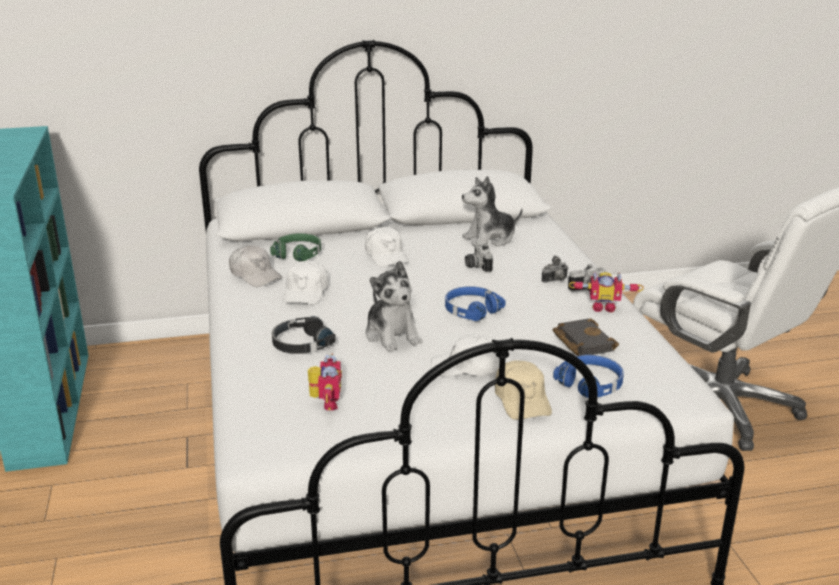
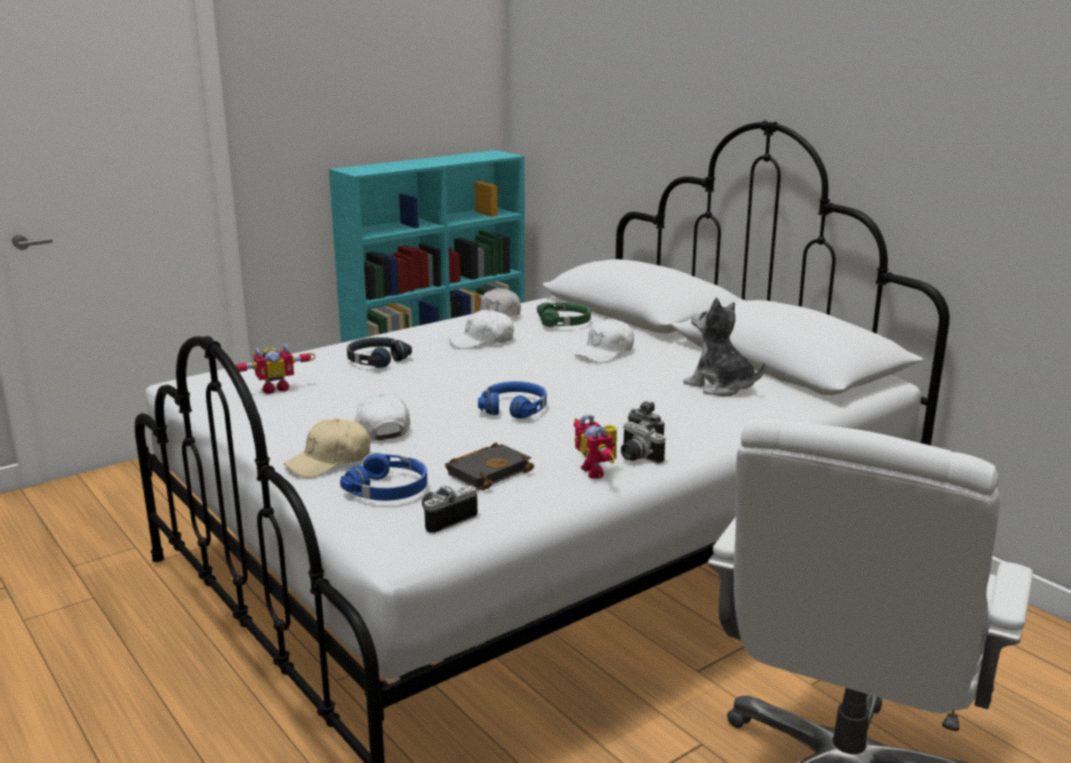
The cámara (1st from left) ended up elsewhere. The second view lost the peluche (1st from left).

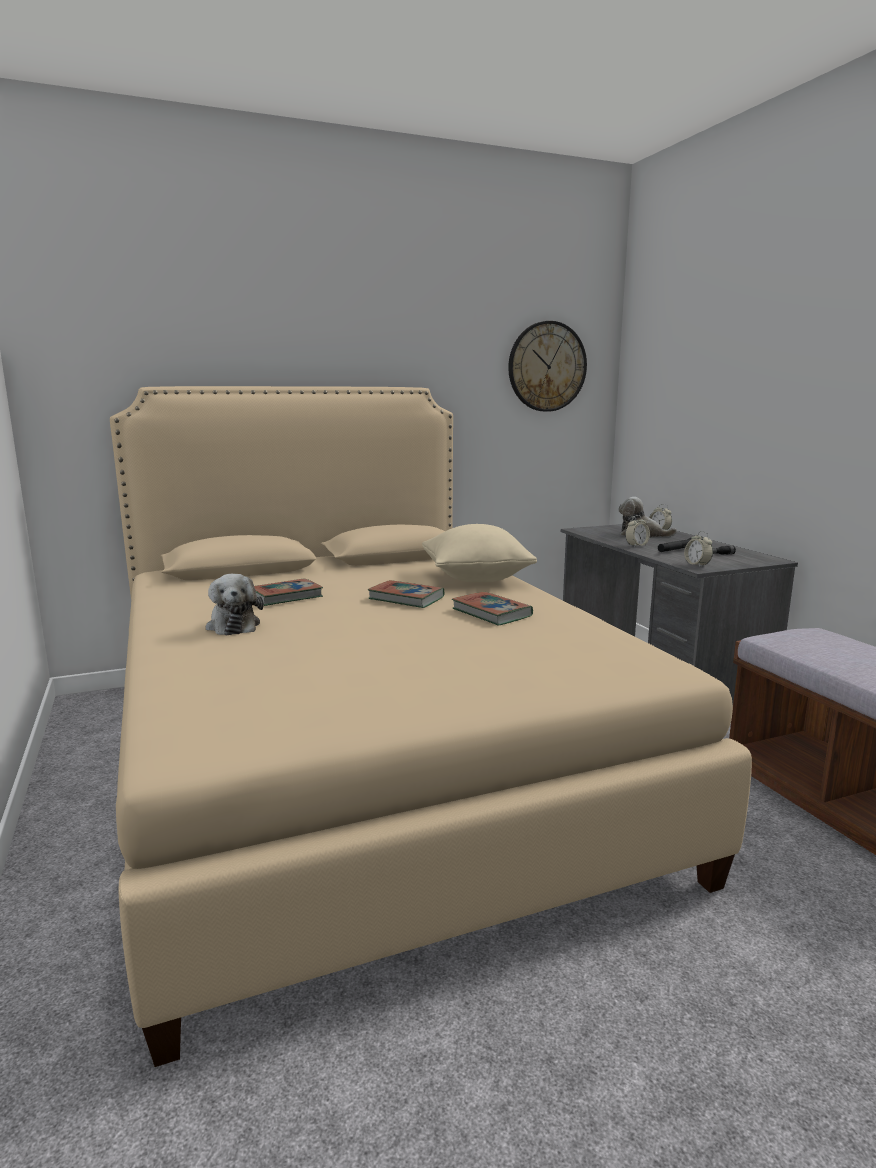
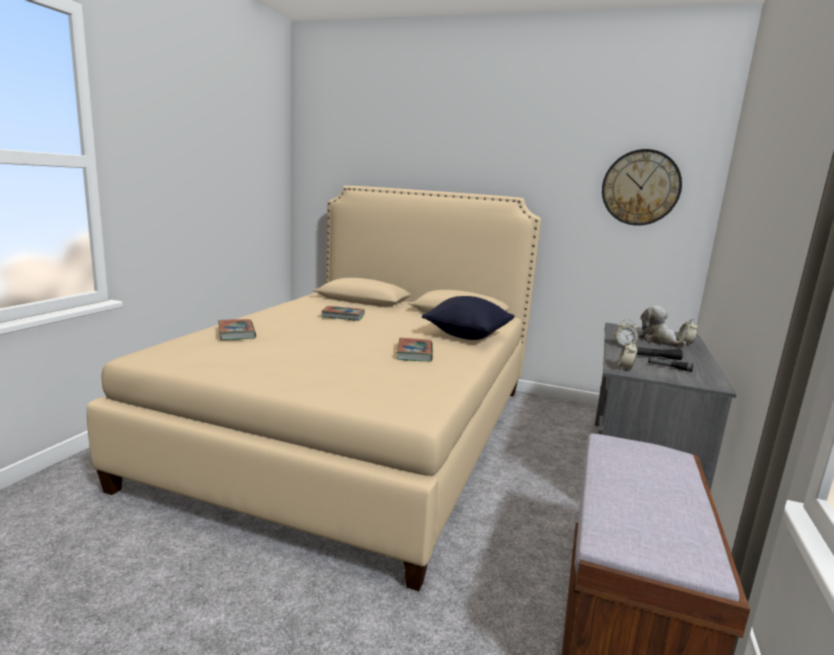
What was the cojín/beis turned into the cojín/negro. The second view lost the peluche (1st from left). The libro (2nd from left in the first image) ended up elsewhere.

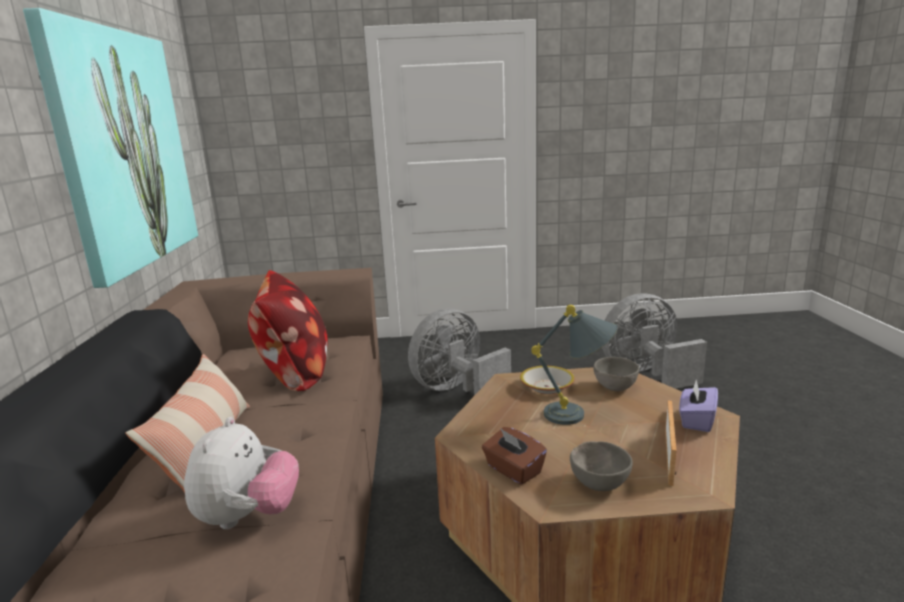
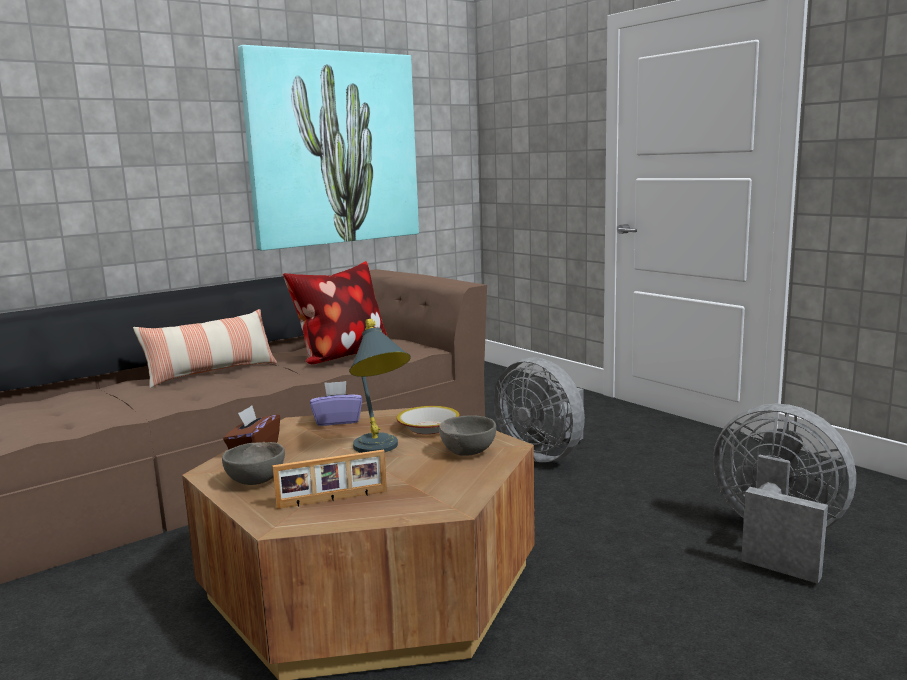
The ventilador/gris (1st from left) ended up facing another way, 150 degrees counterclockwise from before. The caja de pañuelos/morado ended up elsewhere. The second view lost the peluche.

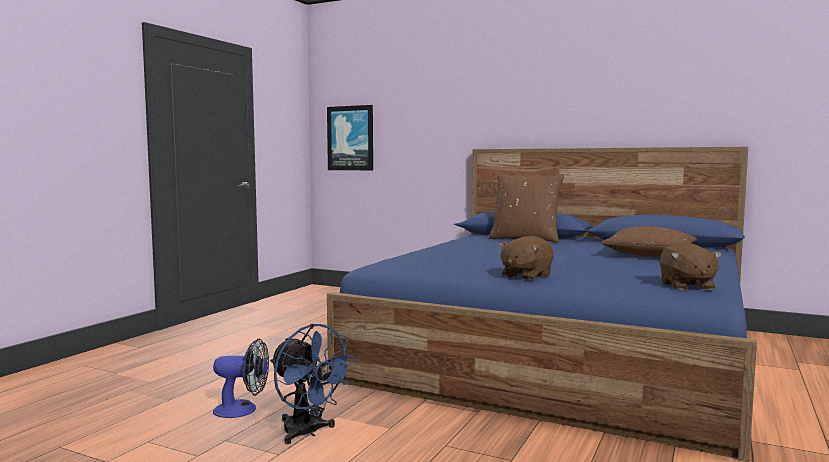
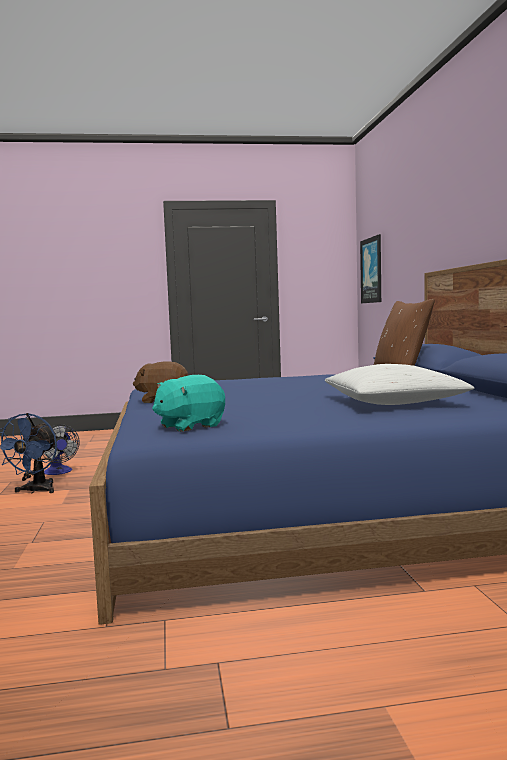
What was the cojín/marrón (2nd from left) turned into the cojín/blanco. What was the peluche/marrón (2nd from left) turned into the peluche/turquesa.

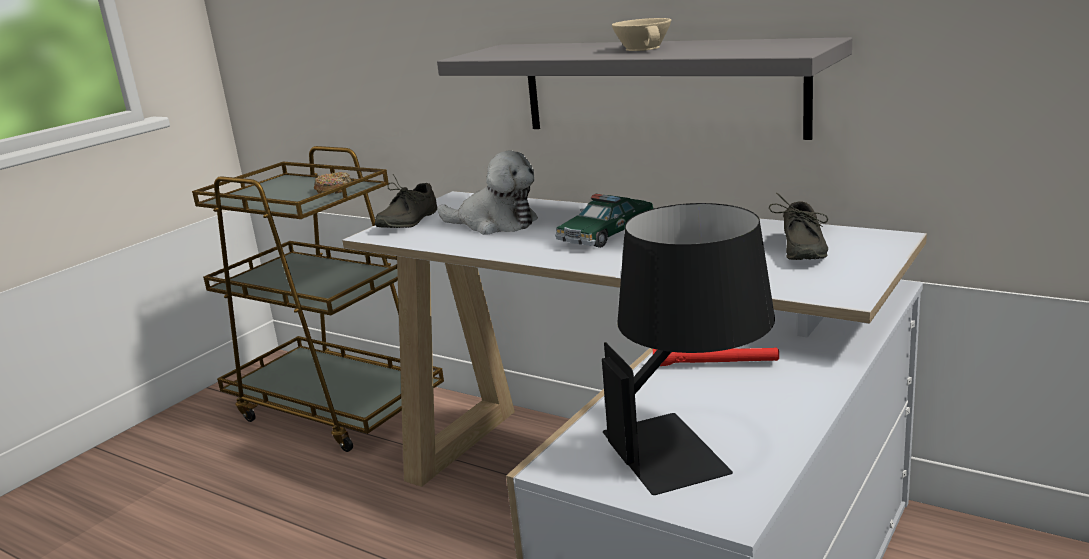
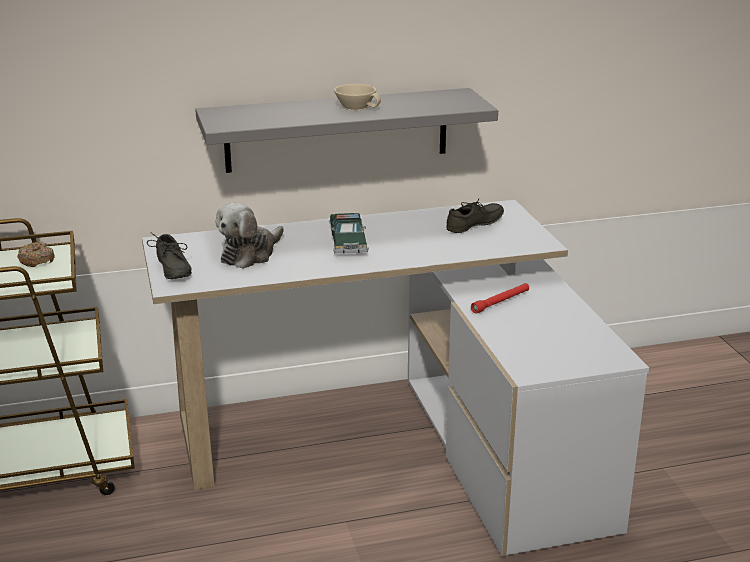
The peluche ended up facing another way, 150 degrees clockwise from before. The zapato/gris (2nd from left) ended up facing another way, 90 degrees counterclockwise from before. The second view lost the lámpara de mesa/negro.

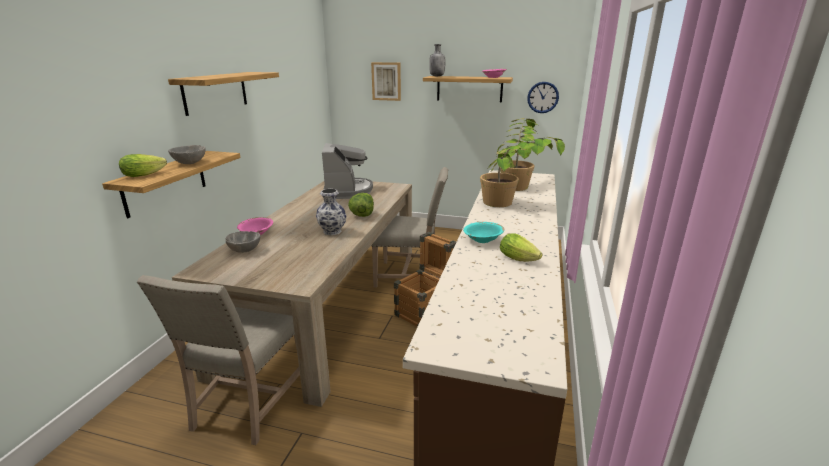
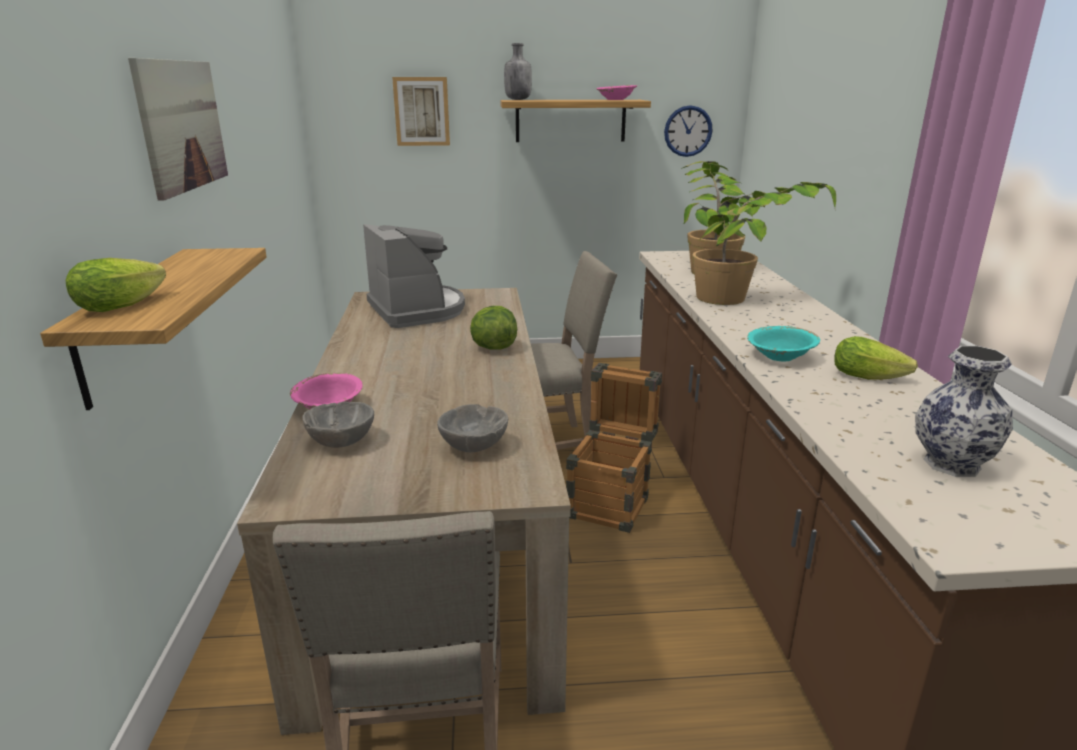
Where the estante (2nd from left) hung, the cuadro (1st from left) came to hang. The cuenco/gris (1st from left in the first image) ended up elsewhere. The florero ended up elsewhere.

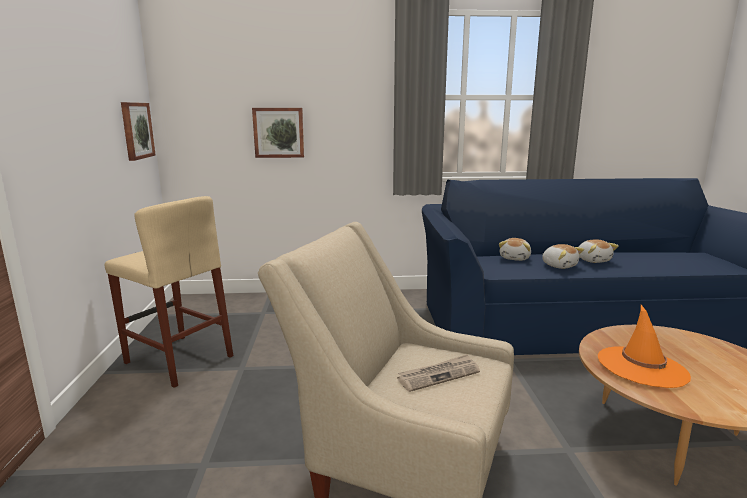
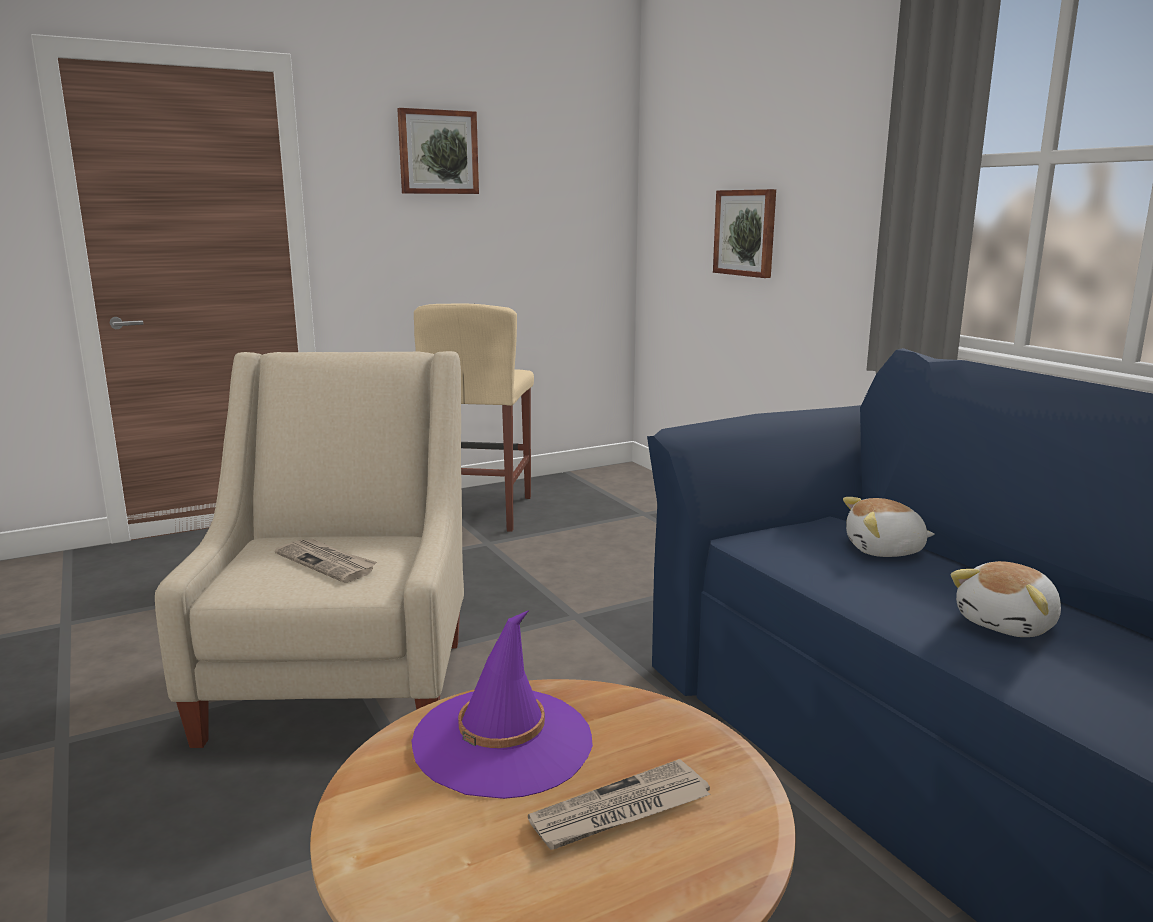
The cuadro (1st from left) ended up elsewhere. The second view lost the peluche (2nd from left). What was the sombrero/naranja turned into the sombrero/morado. The second view gained the periódico (2nd from left).

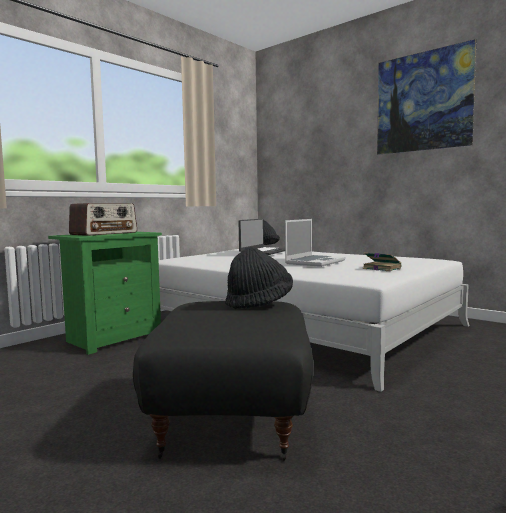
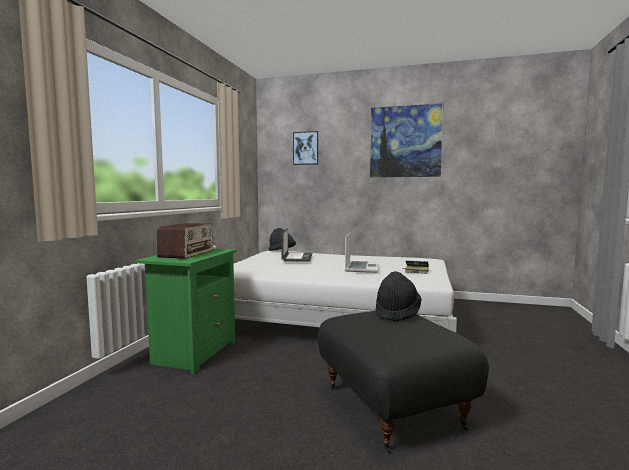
The second view gained the cuadro (1st from left).

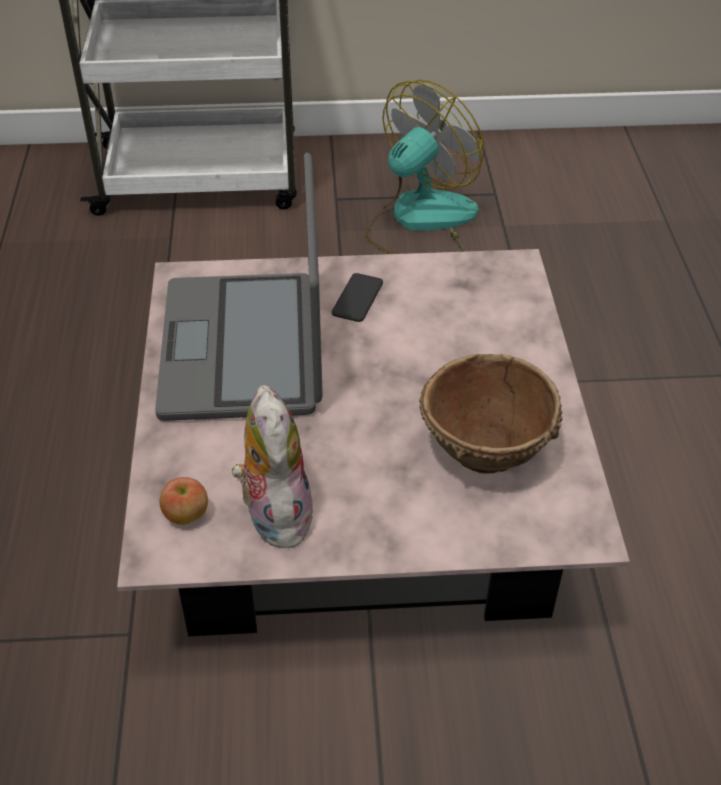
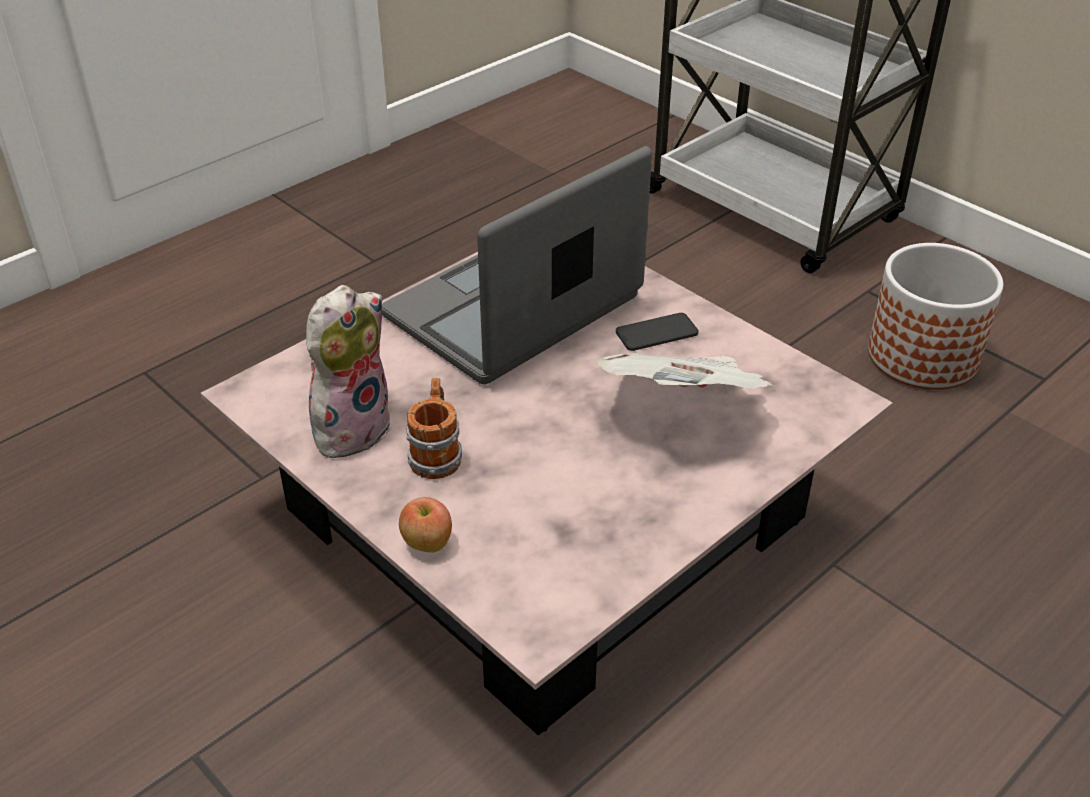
Where the ventilador stood, the maceta came to stand. The second view lost the cuenco/marrón. The manzana ended up elsewhere. The second view gained the periódico. The second view gained the taza grande.

